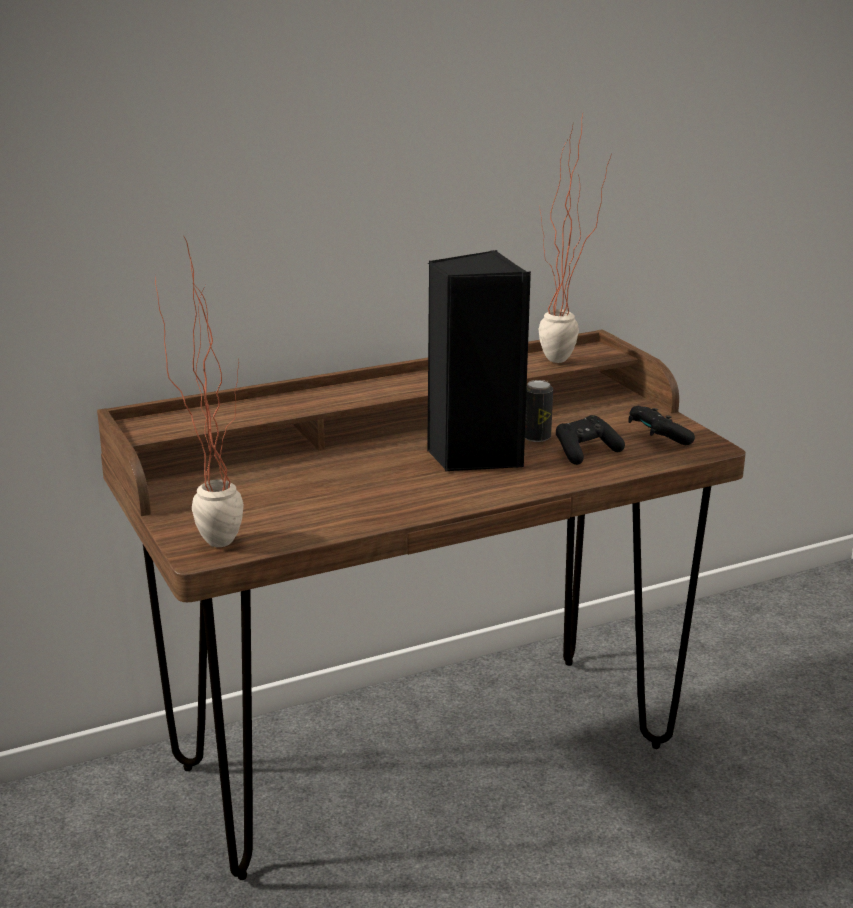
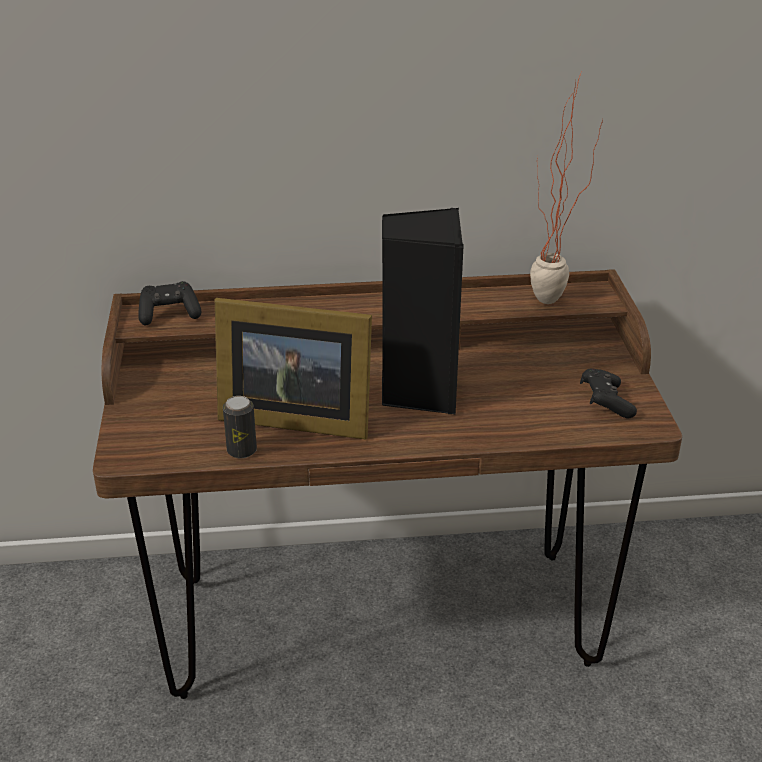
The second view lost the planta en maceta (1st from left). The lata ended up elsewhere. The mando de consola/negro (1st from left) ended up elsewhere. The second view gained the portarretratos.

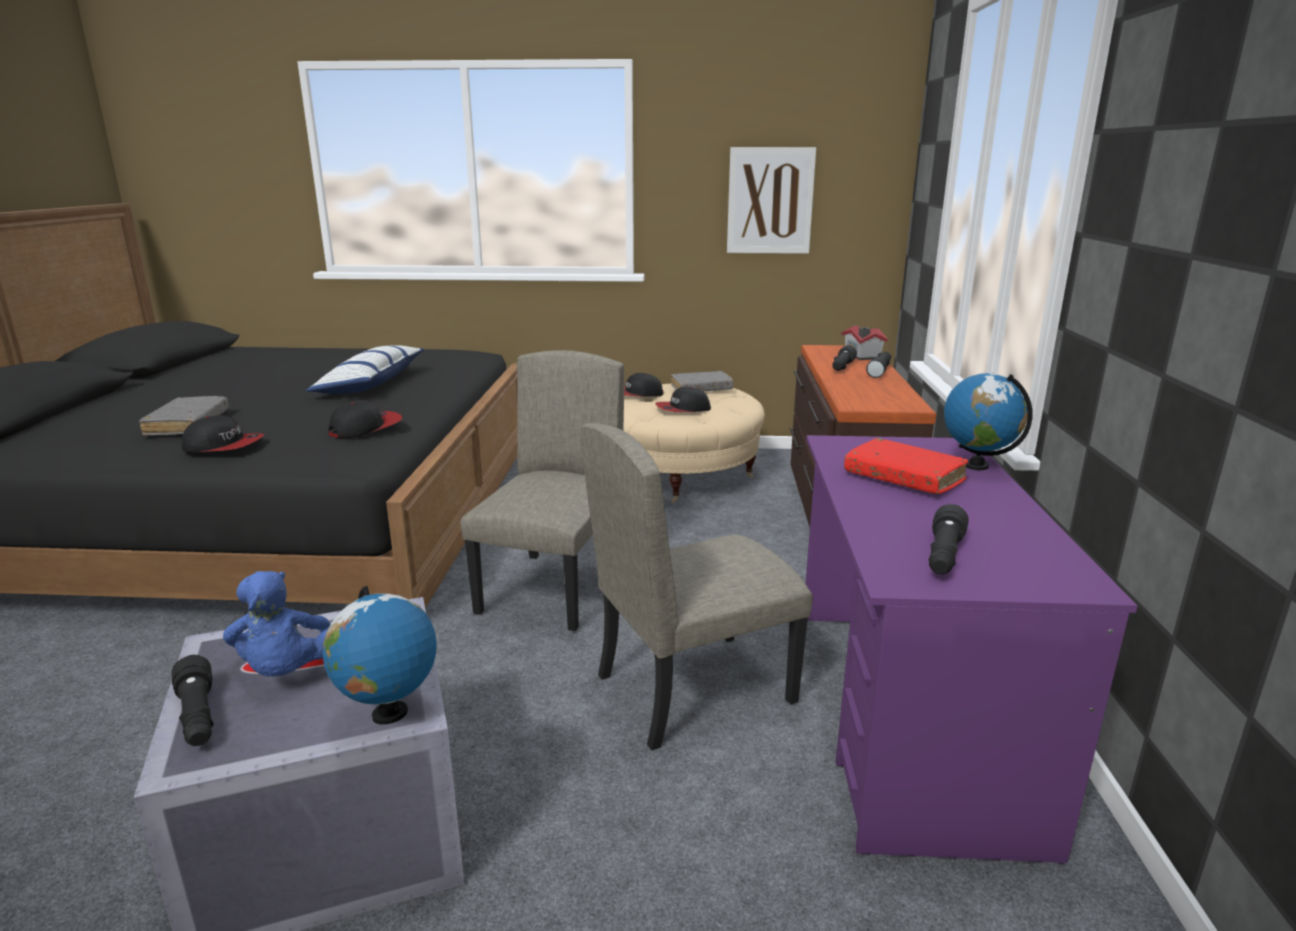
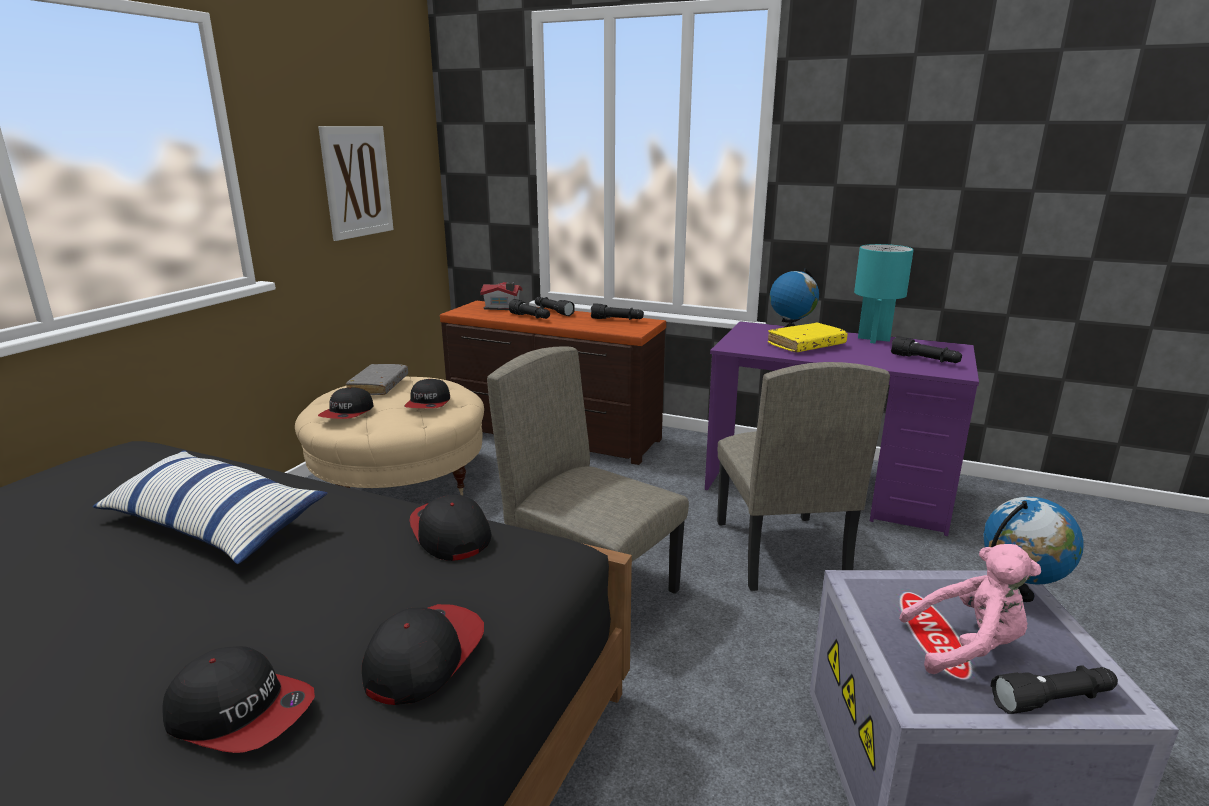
Where the libro/gris (1st from left) stood, the gorra (1st from left) came to stand. What was the libro/rojo turned into the libro/amarillo. What was the peluche/azul turned into the peluche/rosa. The second view gained the lámpara de mesa/turquesa. The second view gained the linterna/negro (3rd from left).

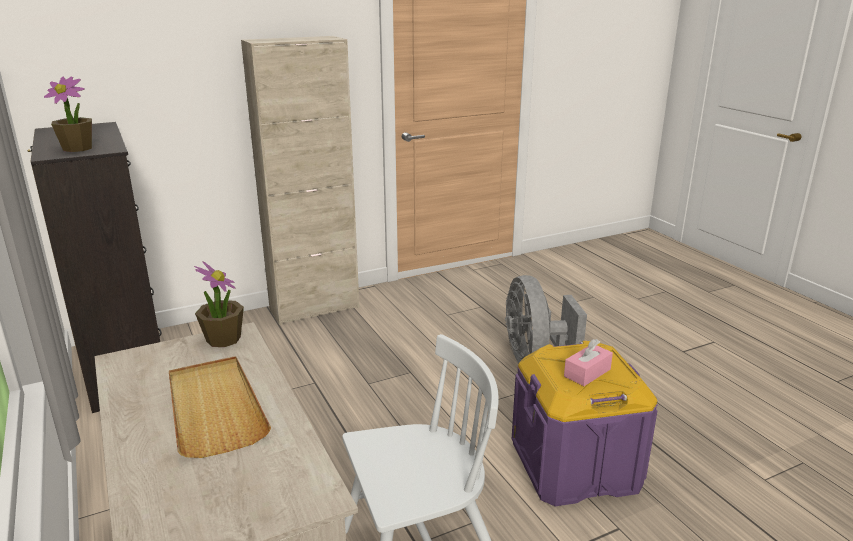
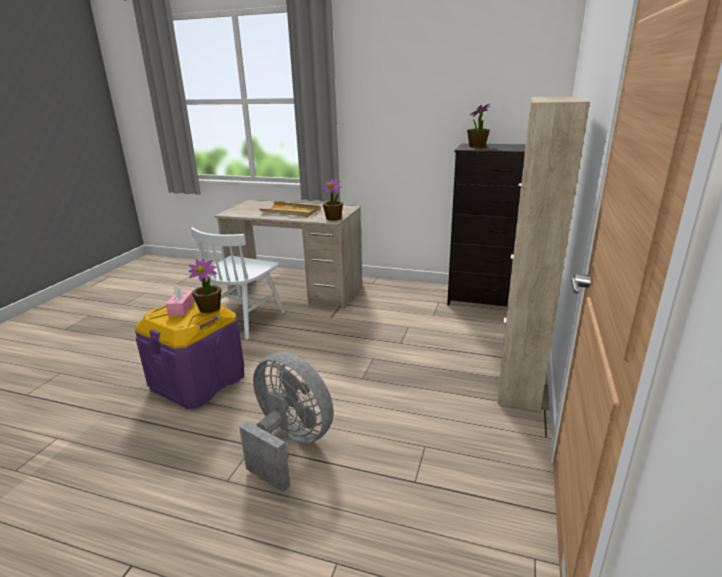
The second view gained the planta en maceta (1st from left).

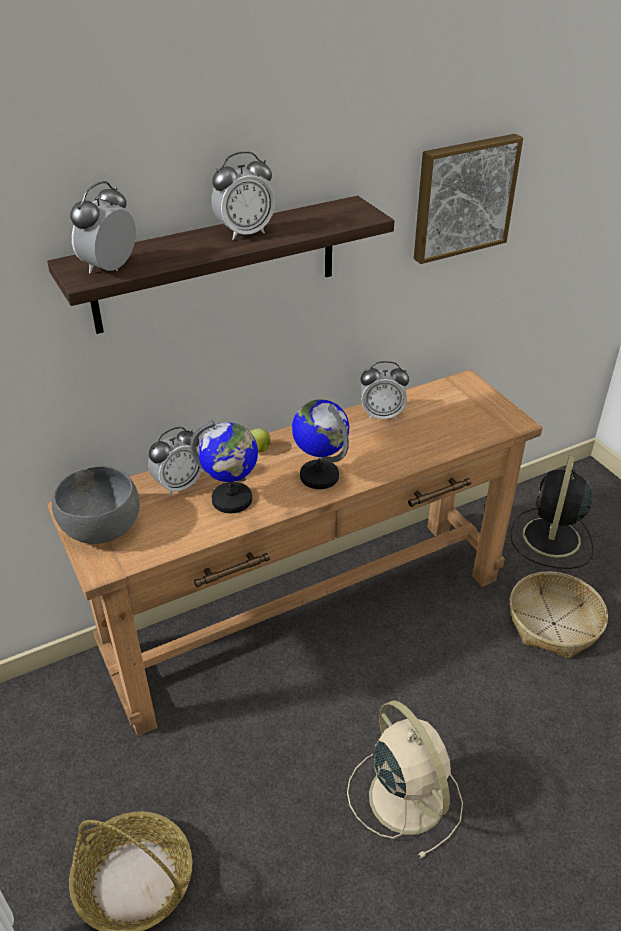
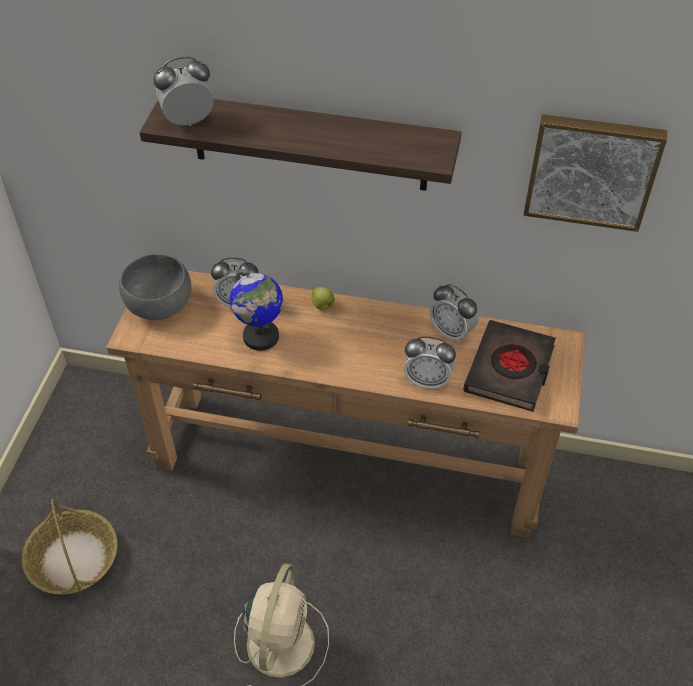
The despertador (3rd from left) ended up elsewhere. The second view lost the globo terráqueo (2nd from left). The second view lost the ventilador/negro. The second view lost the cesta (2nd from left). The second view gained the libro/negro.

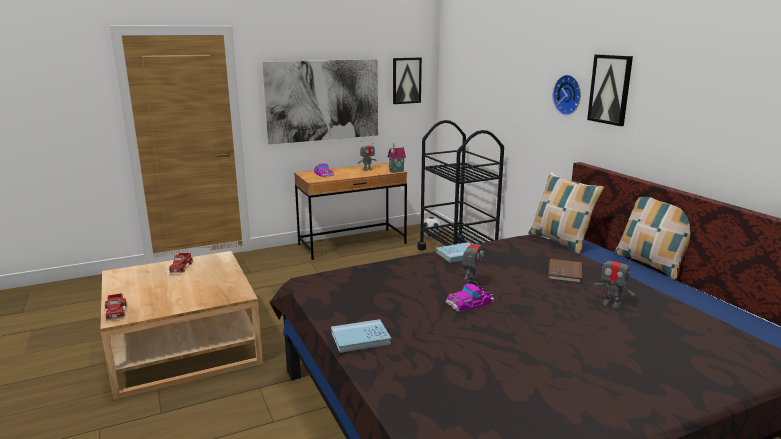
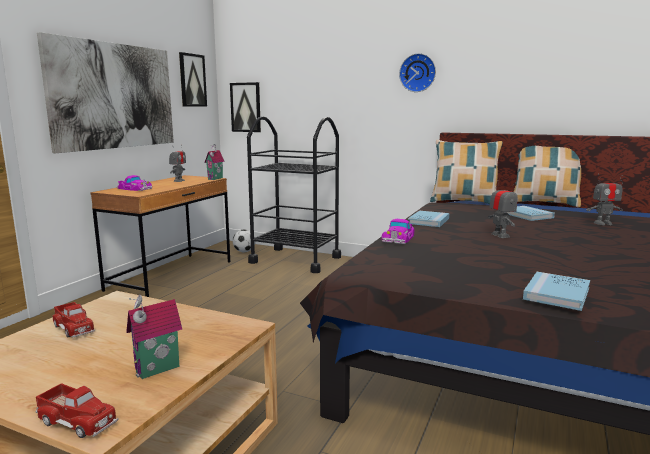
The cuadro (3rd from left) ended up elsewhere. What was the libro/marrón turned into the libro/azul (2nd from left). The coche de juguete (2nd from left) ended up elsewhere. The second view gained the casita (1st from left).

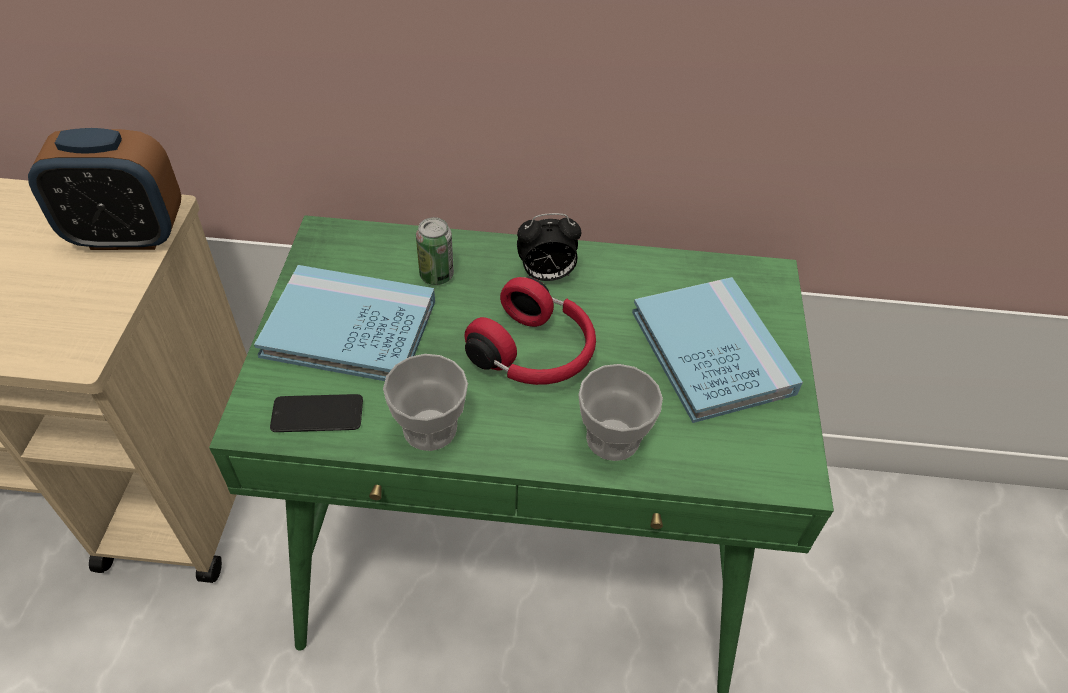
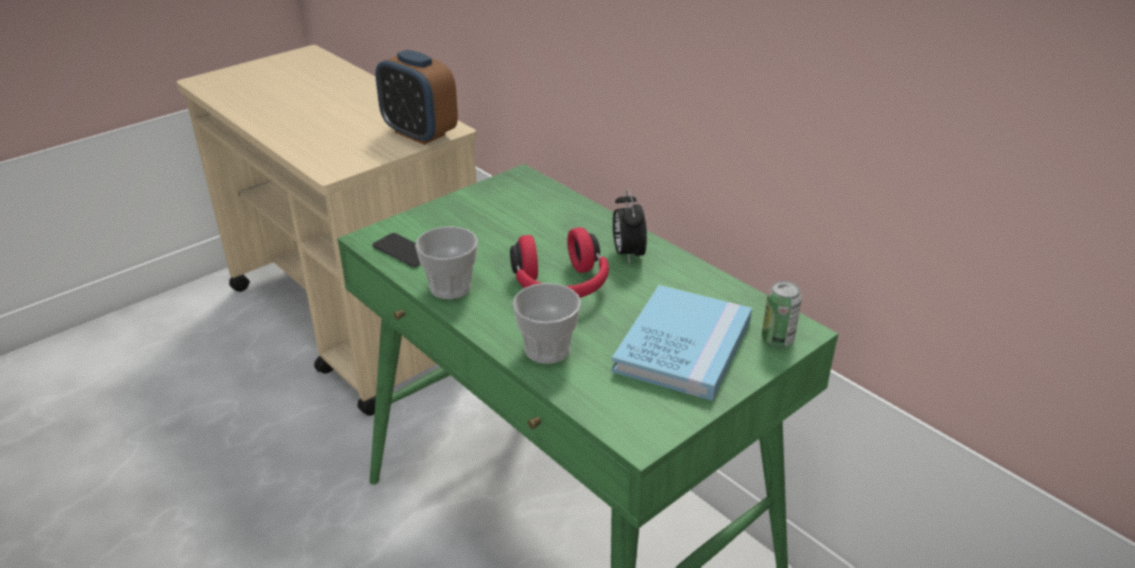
The despertador (2nd from left) ended up facing another way, 45 degrees clockwise from before. The lata ended up elsewhere. The second view lost the libro/azul (1st from left).

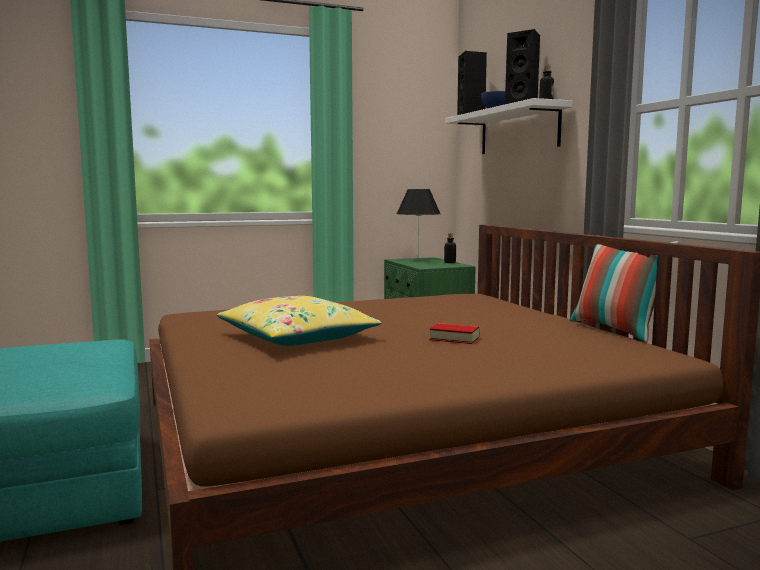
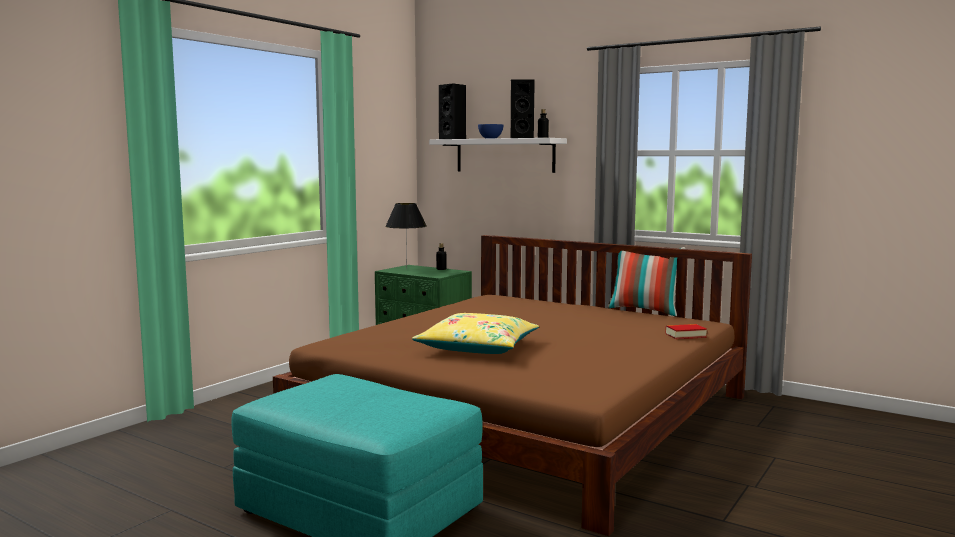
The libro ended up elsewhere.

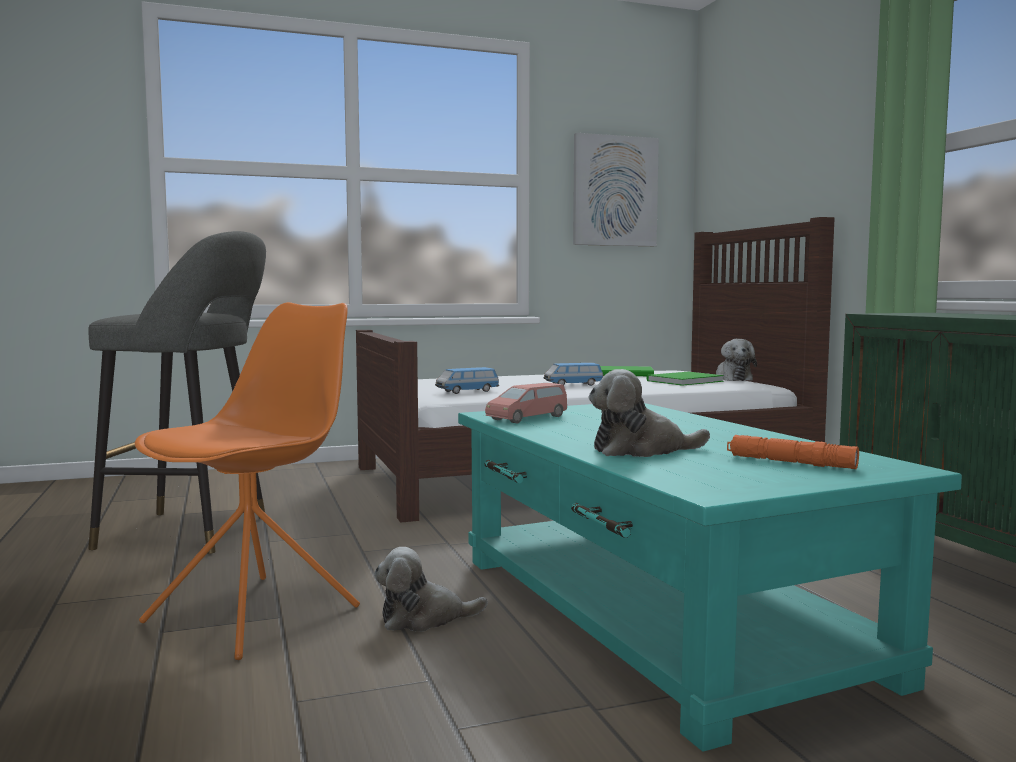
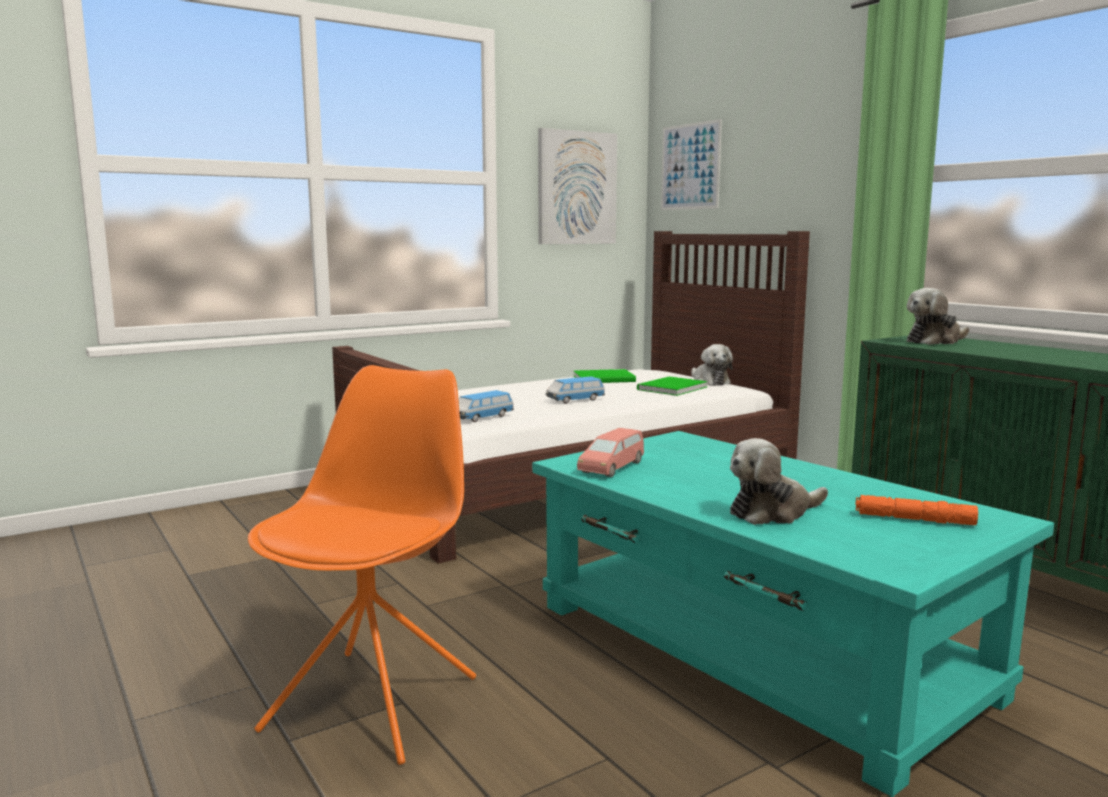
The second view lost the taburete/gris. The peluche (1st from left in the first image) ended up elsewhere. The second view gained the cuadro (2nd from left).

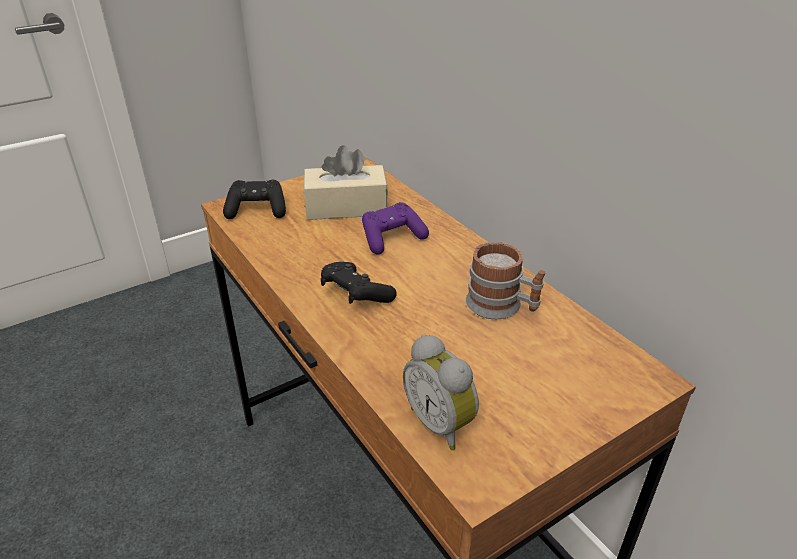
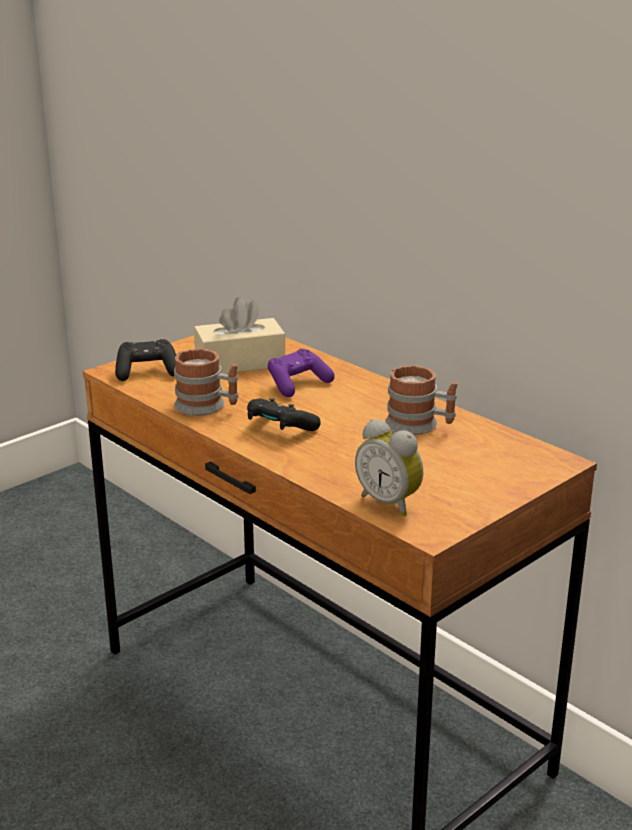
The second view gained the taza grande (1st from left).

